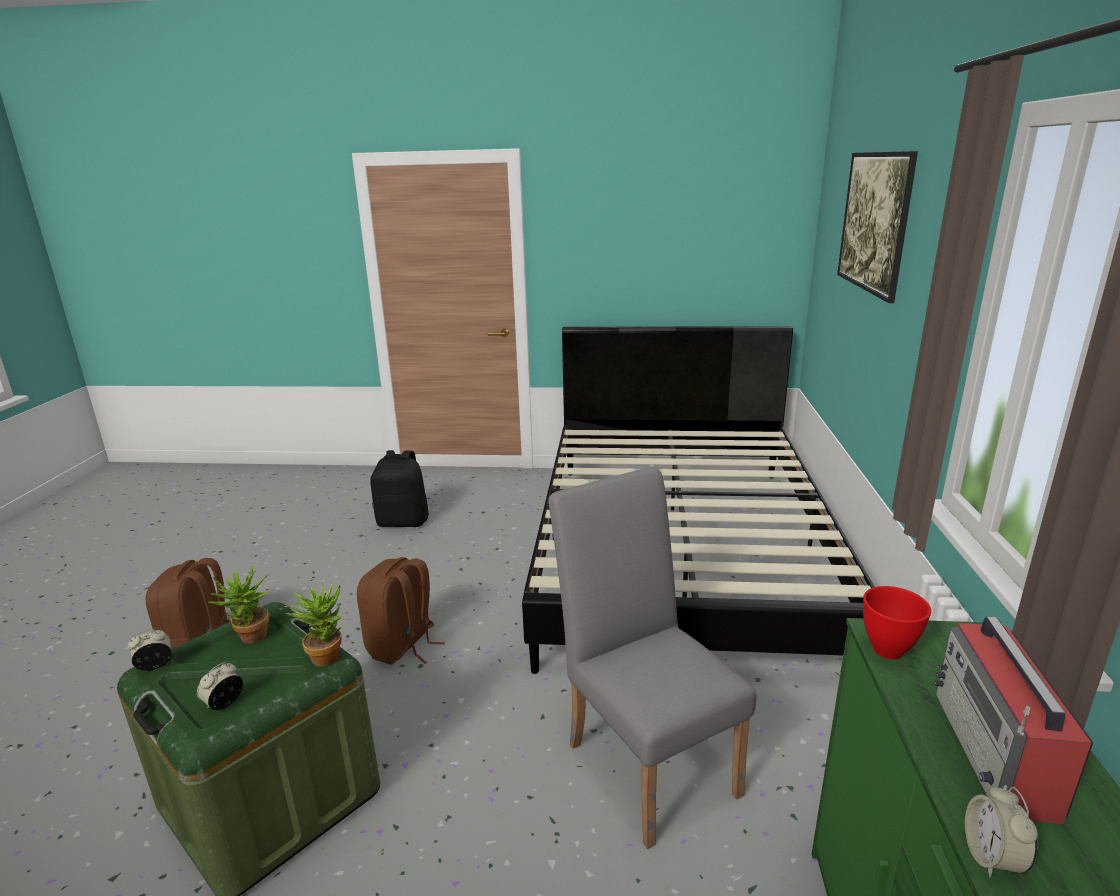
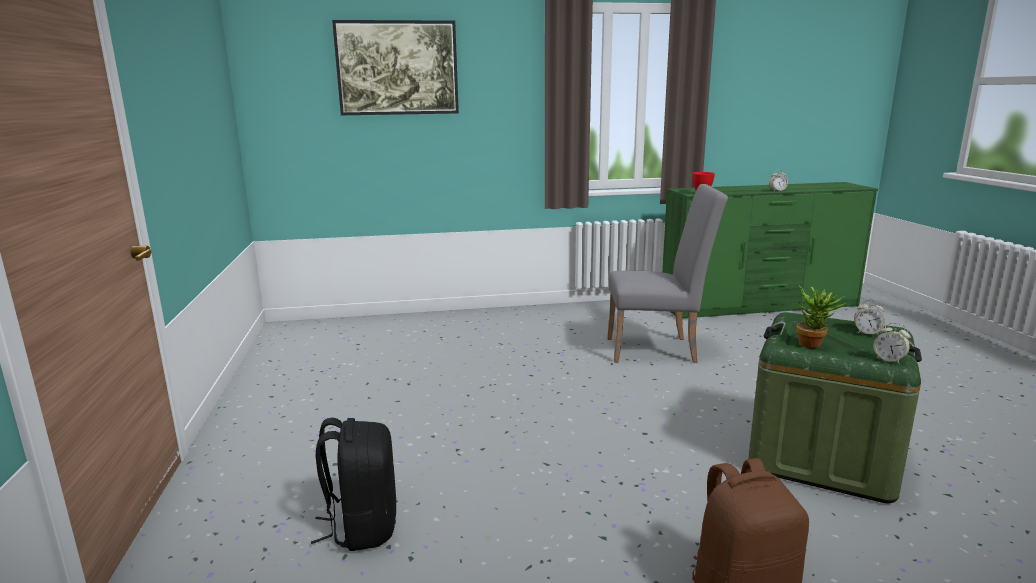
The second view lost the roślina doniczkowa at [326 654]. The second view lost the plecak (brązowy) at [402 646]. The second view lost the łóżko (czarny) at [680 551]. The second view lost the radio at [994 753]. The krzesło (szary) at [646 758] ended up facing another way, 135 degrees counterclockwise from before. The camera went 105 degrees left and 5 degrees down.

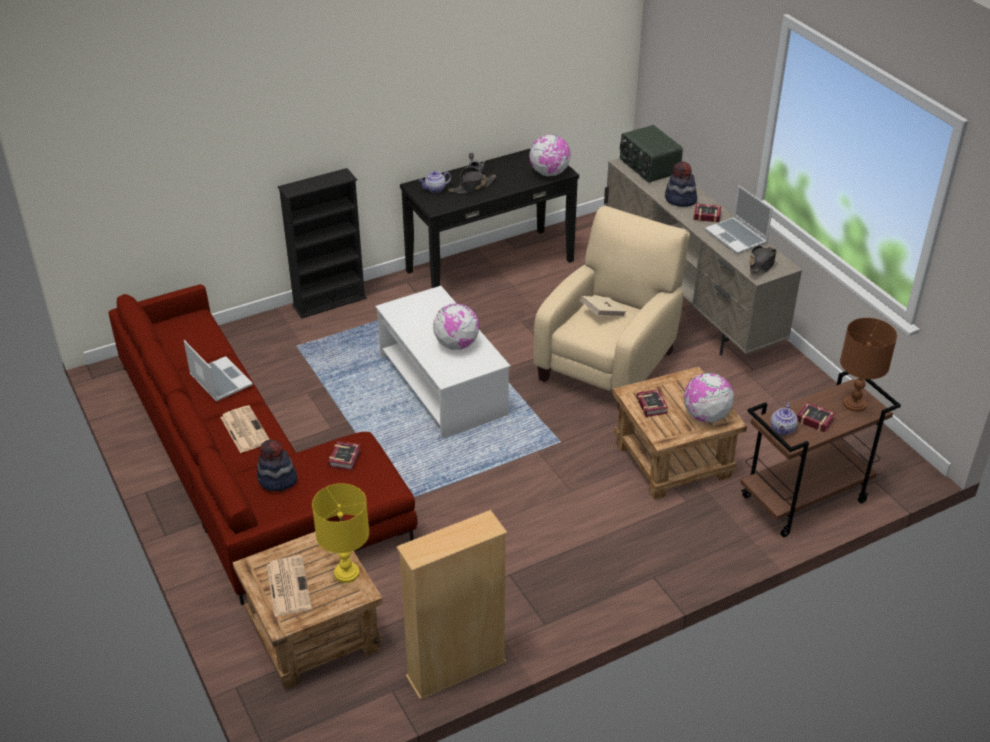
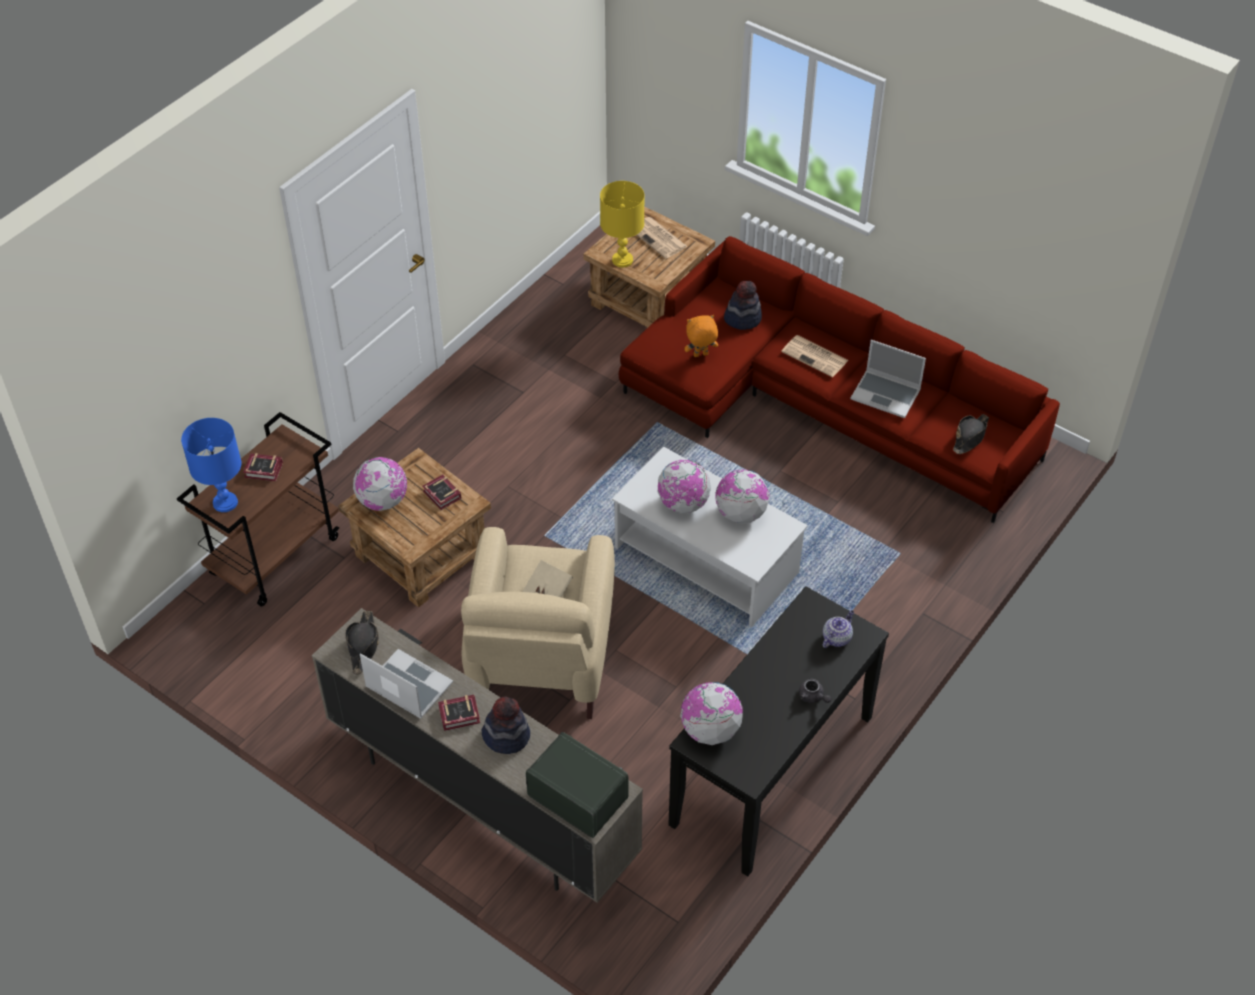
The second view lost the regał (czarny) at [329 302]. The second view lost the regał (beżowy) at [456 669]. The second view lost the imbryk at [782 429]. The second view gained the globus at [740 513]. The kapelusz (czarny) ended up elsewhere, having gone from [472 187] to [970 437]. Where the książka stood at [346 457], the pluszak (pomarańczowy) came to stand at [700 355]. What was the lampa stołowa (brązowy) at [855 404] turned into the lampa stołowa (niebieski) at [224 502]. The camera went 155 degrees right and 10 degrees up.

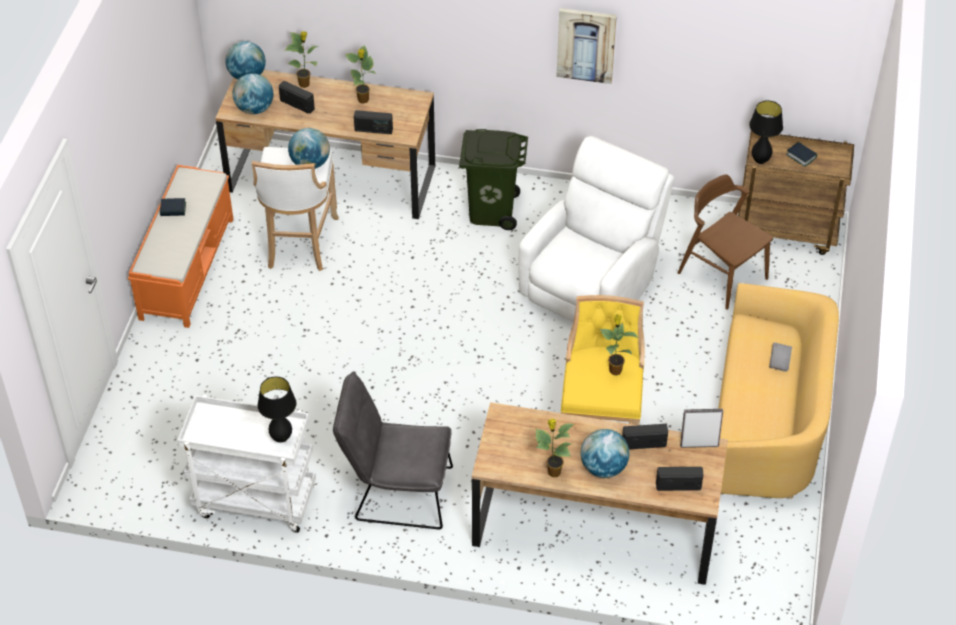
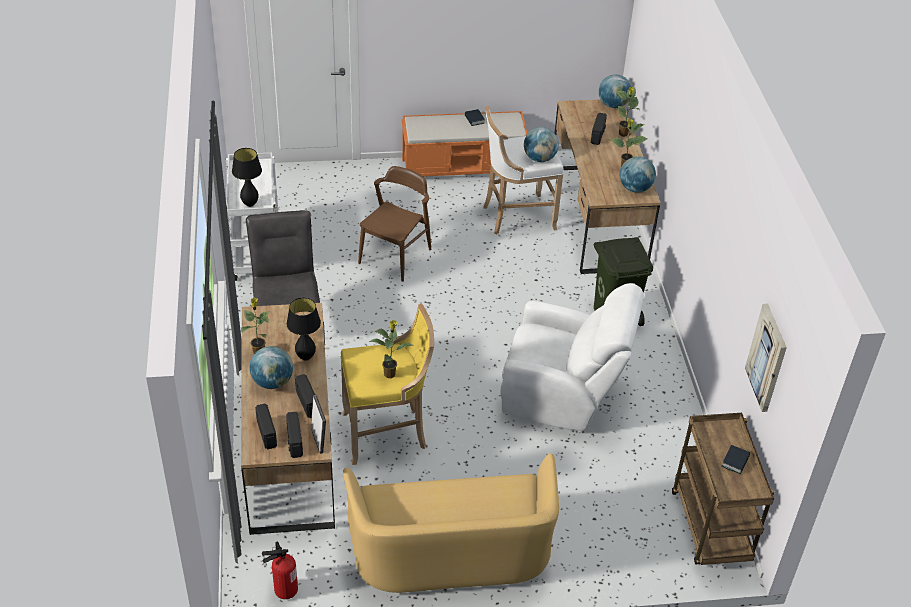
The second view lost the książka (szary) at [779 362]. The second view gained the gaśnica at [283 589]. The globus ended up elsewhere, having gone from [254 109] to [635 188]. The radio ended up elsewhere, having gone from [373 130] to [294 442]. The obraz ended up elsewhere, having gone from [586 45] to [767 358]. The krzesło (brązowy) ended up elsewhere, having gone from [722 275] to [395 256]. The lampa stołowa (czarny) ended up elsewhere, having gone from [760 160] to [306 357]. The camera went 70 degrees right and 5 degrees down.

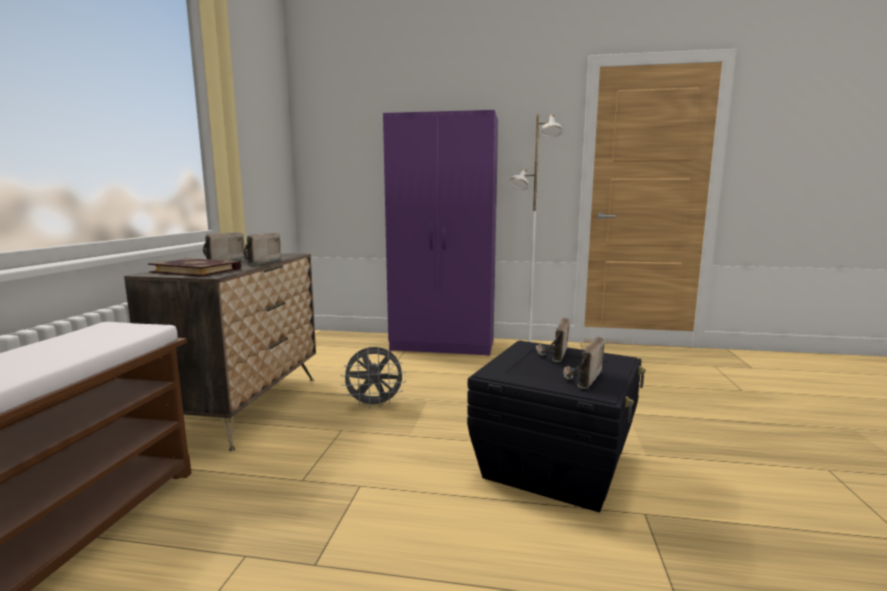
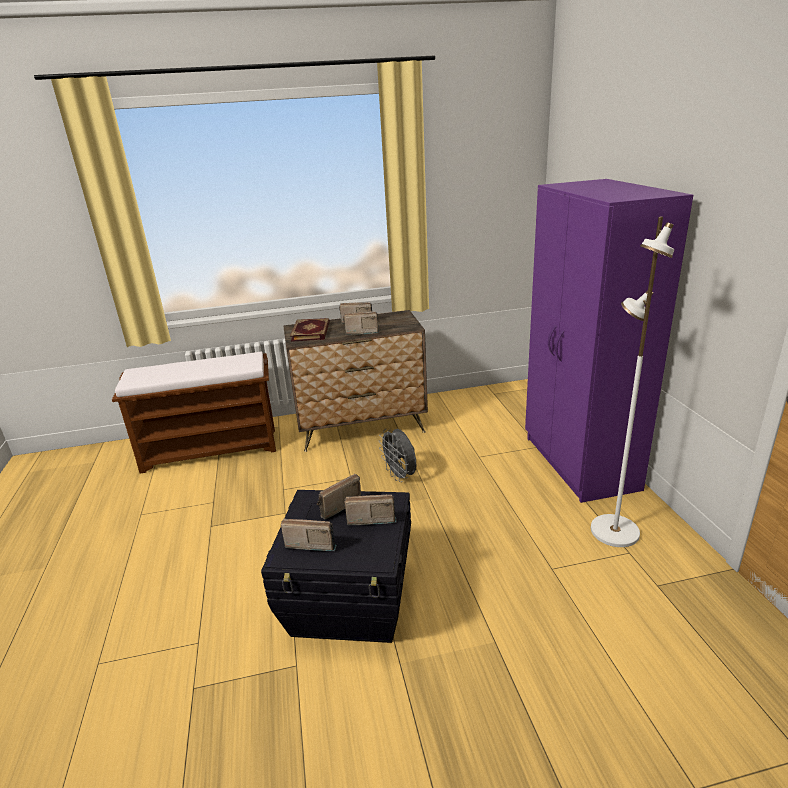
The second view gained the radio at [336 506]. The camera went 70 degrees right and 15 degrees up.

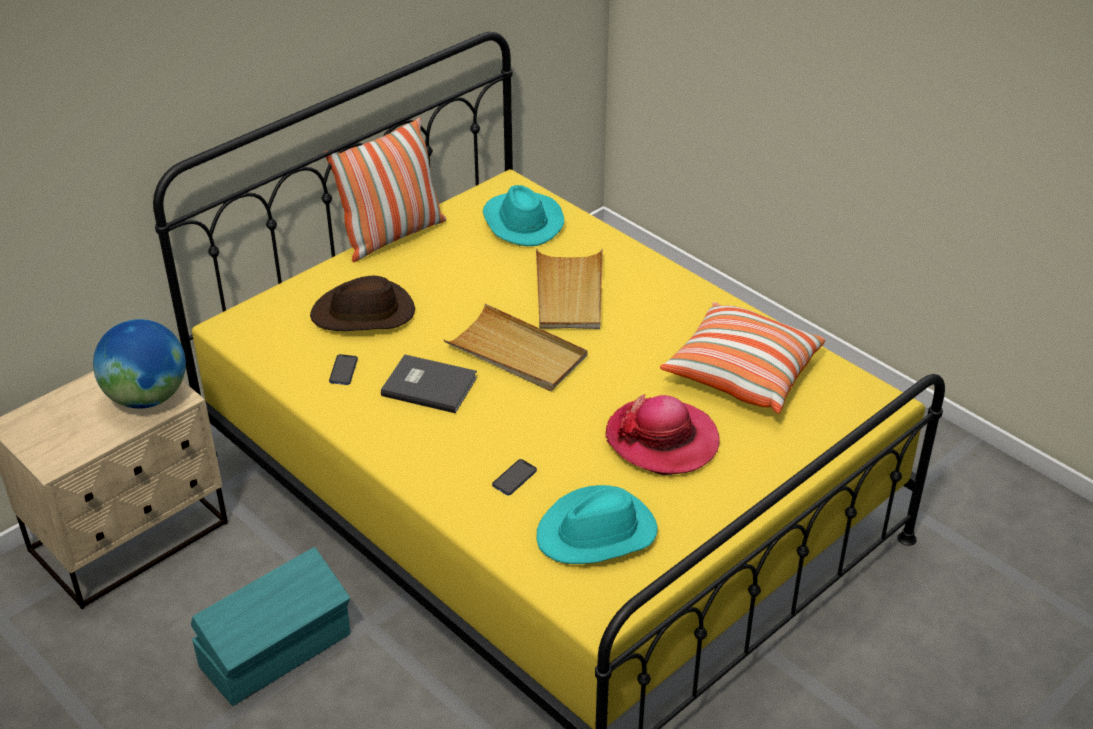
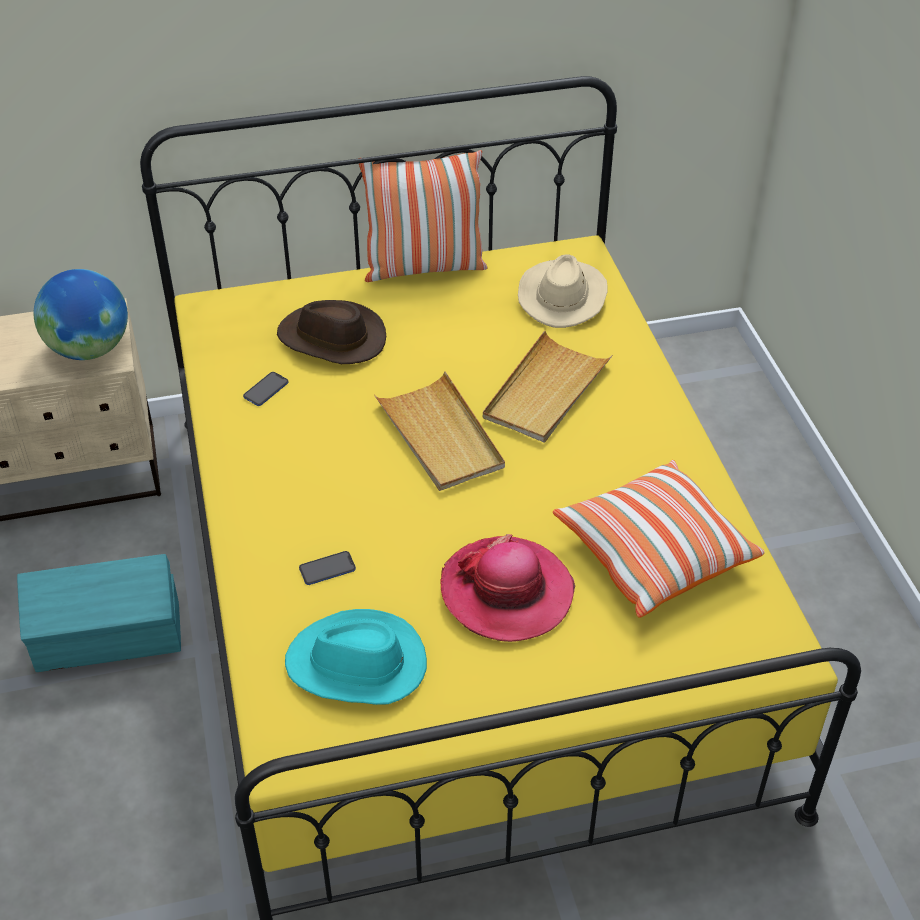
The second view lost the książka (szary) at [429 385]. What was the kapelusz (turkusowy) at [521 221] turned into the kapelusz (beżowy) at [562 296]. The camera went 30 degrees right and 5 degrees up.

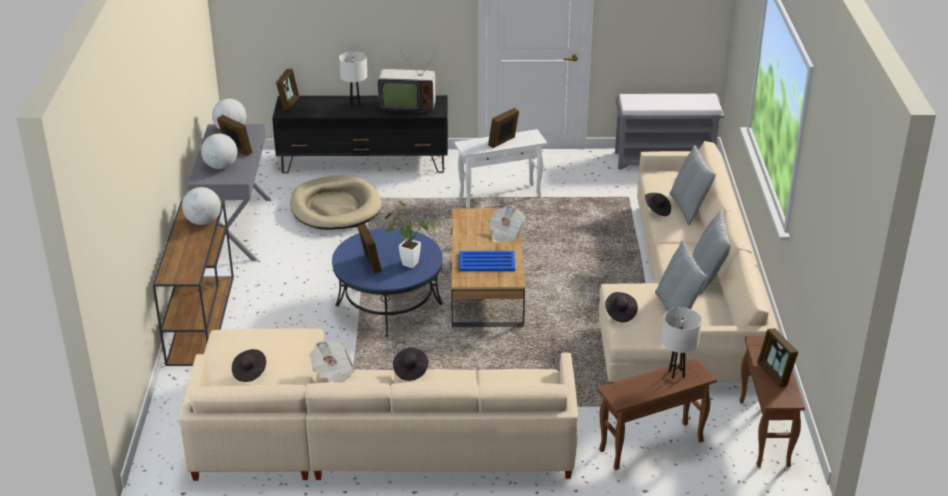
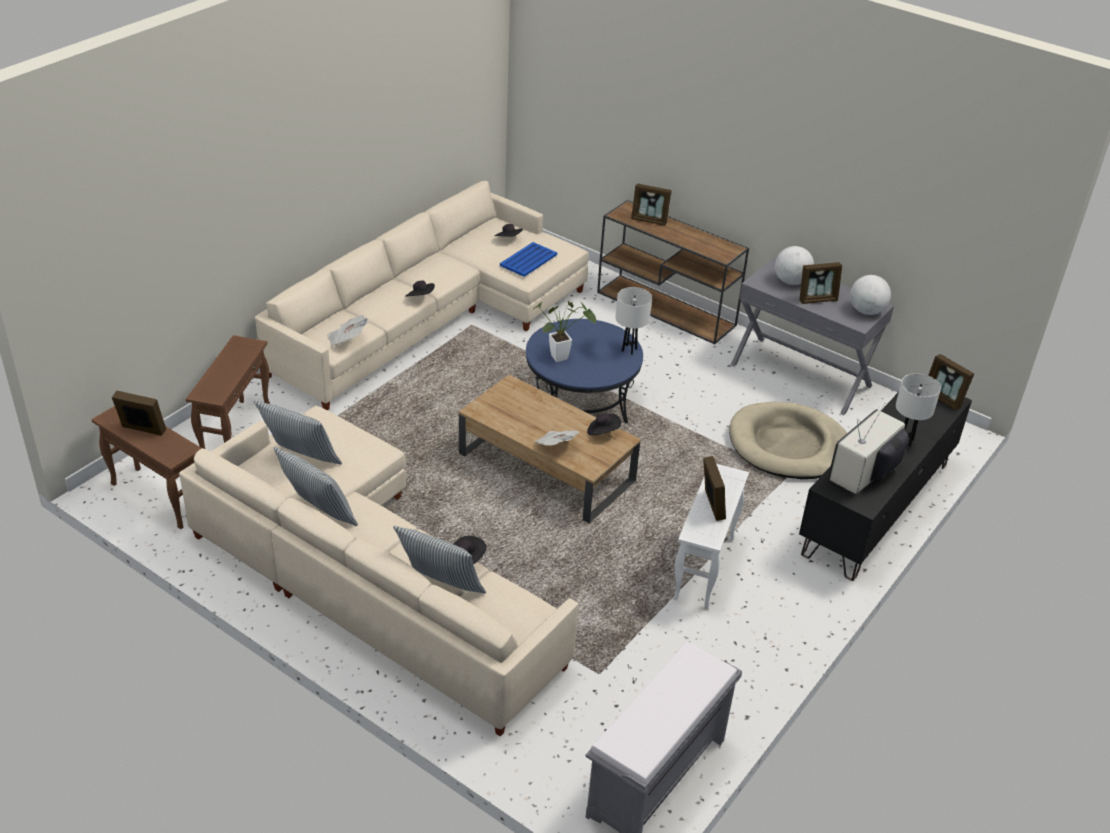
The second view lost the globus at [203 222]. The gazeta ended up elsewhere, having gone from [332 372] to [347 339]. The ramka na zdjęcie ended up elsewhere, having gone from [370 264] to [649 220]. The taca (niebieski) ended up elsewhere, having gone from [487 262] to [528 260]. The kapelusz (czarny) ended up elsewhere, having gone from [620 313] to [603 432]. The lampa stołowa (biały) ended up elsewhere, having gone from [676 374] to [629 350]. The camera went 125 degrees right and 5 degrees up.

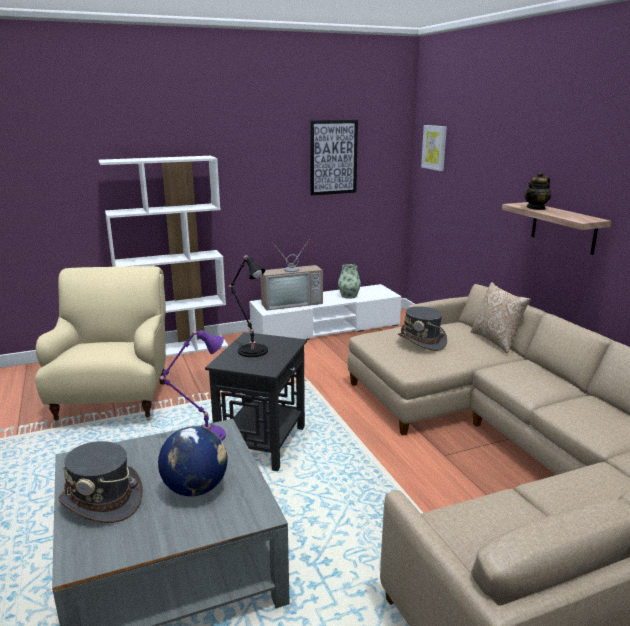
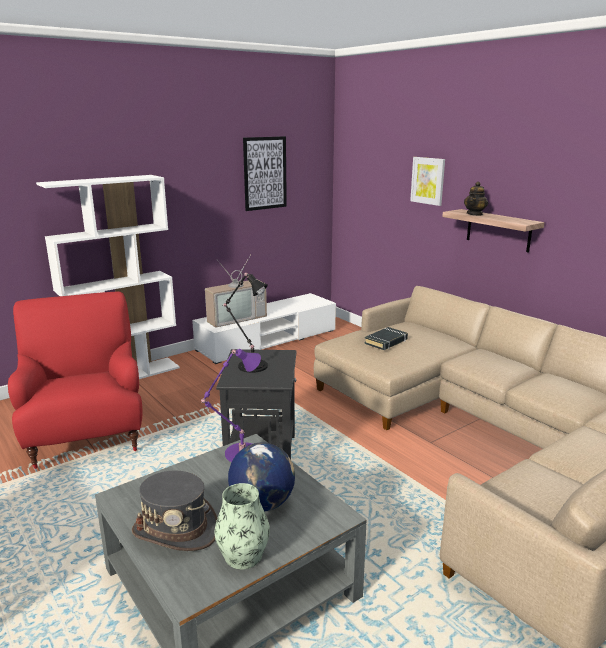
The second view lost the poduszka at [496 341]. The wazon ended up elsewhere, having gone from [349 296] to [243 555]. The obraz ended up elsewhere, having gone from [434 147] to [428 180]. Where the kapelusz (szary) stood at [422 341], the książka (czarny) came to stand at [386 342]. What was the fotel (beżowy) at [115 401] turned into the fotel (czerwony) at [87 436]. The camera went 15 degrees left and 0 degrees up.

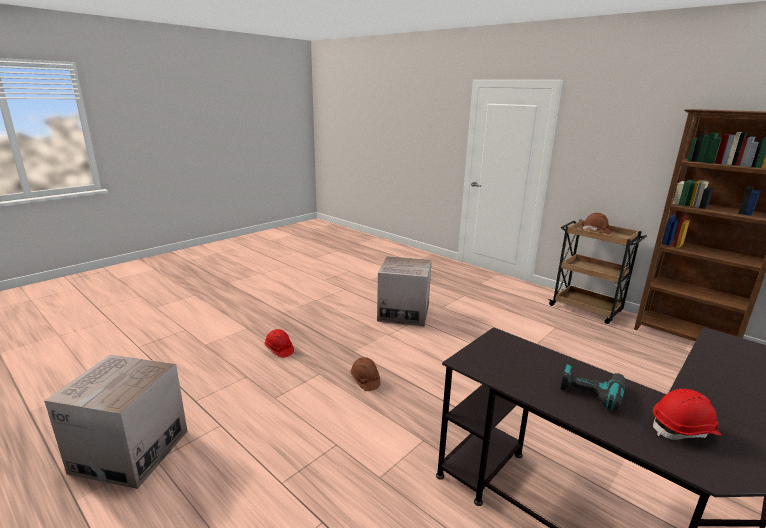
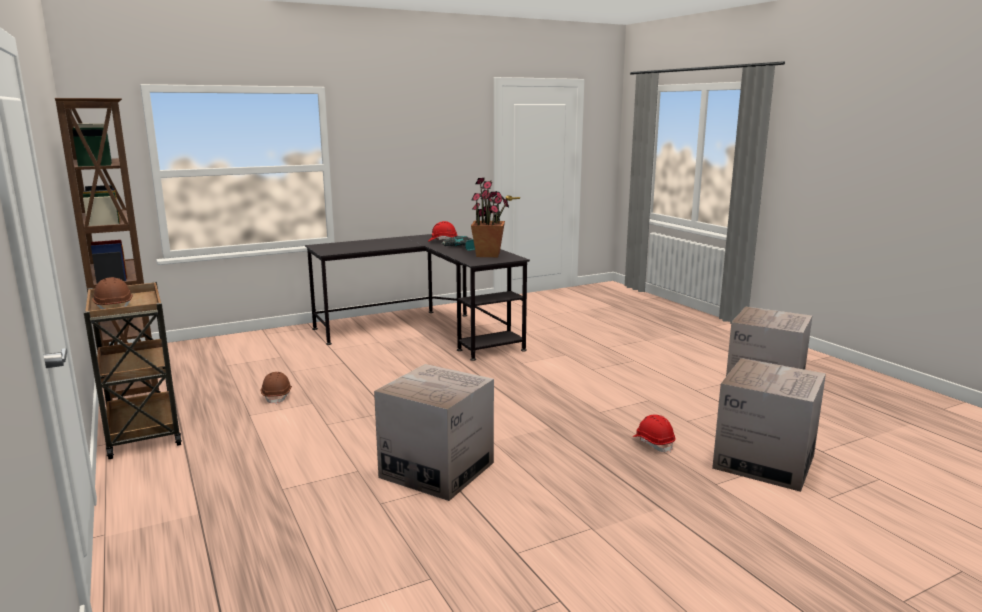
The second view gained the roślina doniczkowa at [488 255]. The second view gained the karton at [764 462]. The kask (brązowy) ended up elsewhere, having gone from [365 380] to [277 396]. The camera went 160 degrees left and 5 degrees down.

